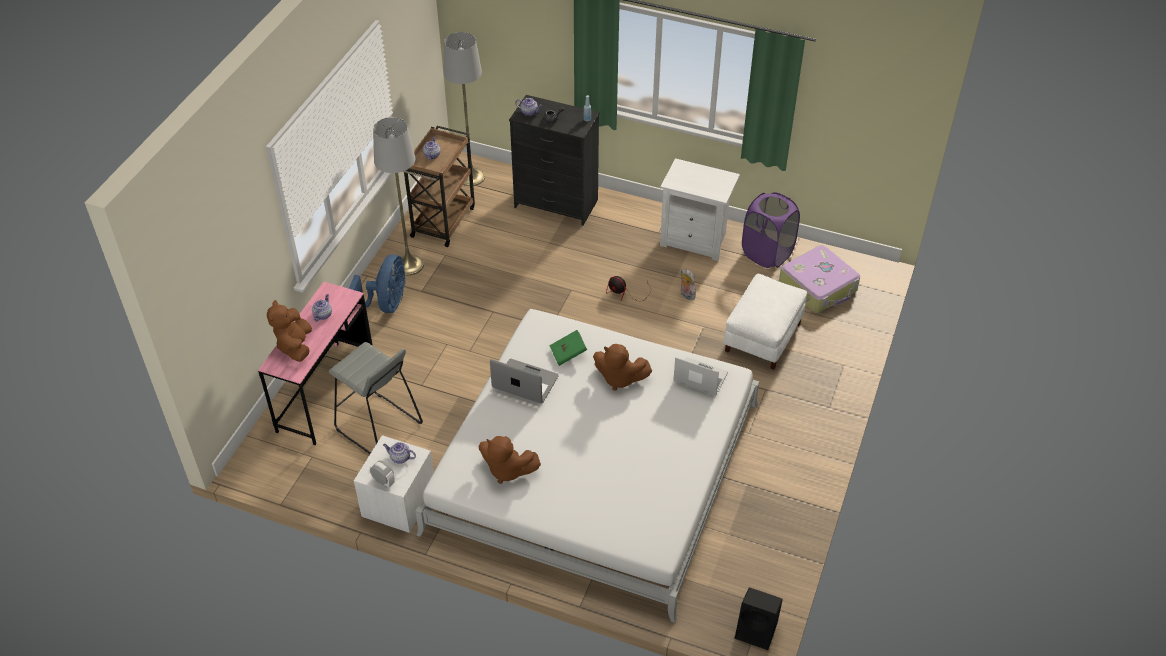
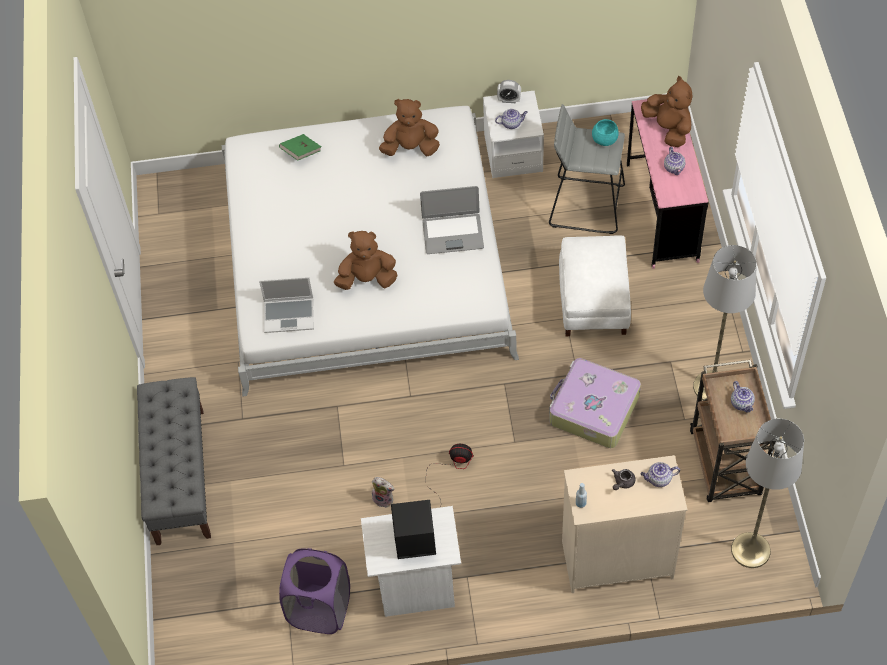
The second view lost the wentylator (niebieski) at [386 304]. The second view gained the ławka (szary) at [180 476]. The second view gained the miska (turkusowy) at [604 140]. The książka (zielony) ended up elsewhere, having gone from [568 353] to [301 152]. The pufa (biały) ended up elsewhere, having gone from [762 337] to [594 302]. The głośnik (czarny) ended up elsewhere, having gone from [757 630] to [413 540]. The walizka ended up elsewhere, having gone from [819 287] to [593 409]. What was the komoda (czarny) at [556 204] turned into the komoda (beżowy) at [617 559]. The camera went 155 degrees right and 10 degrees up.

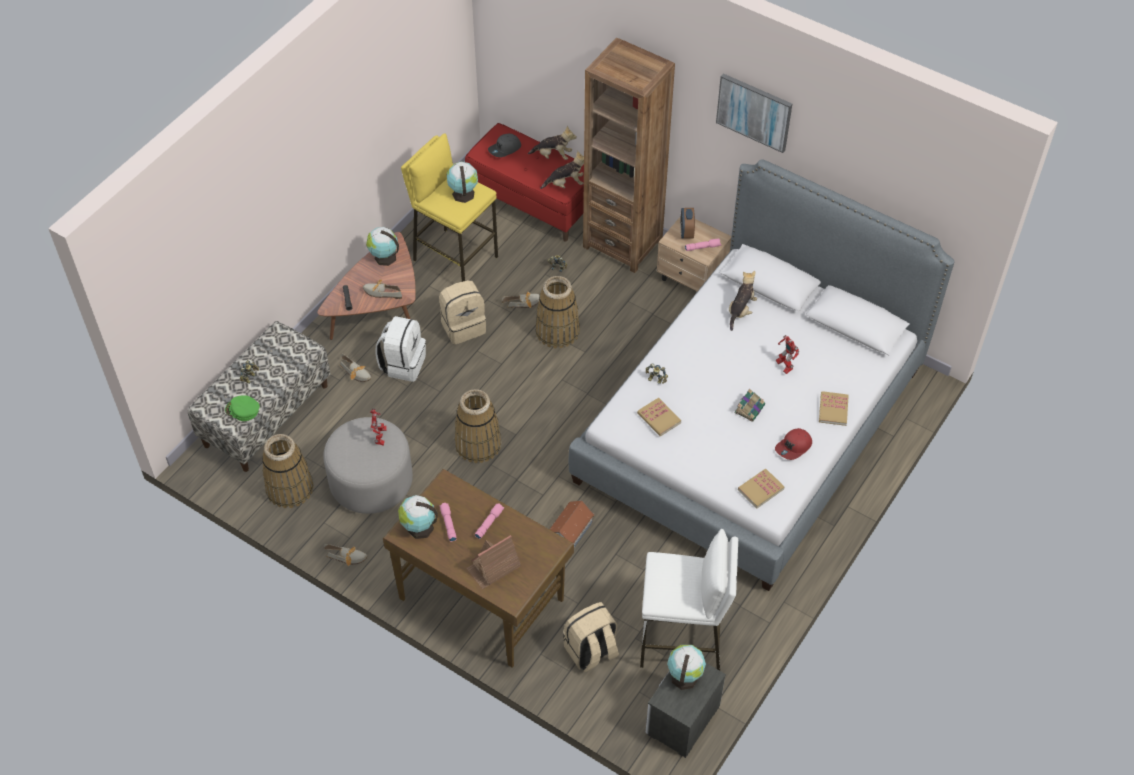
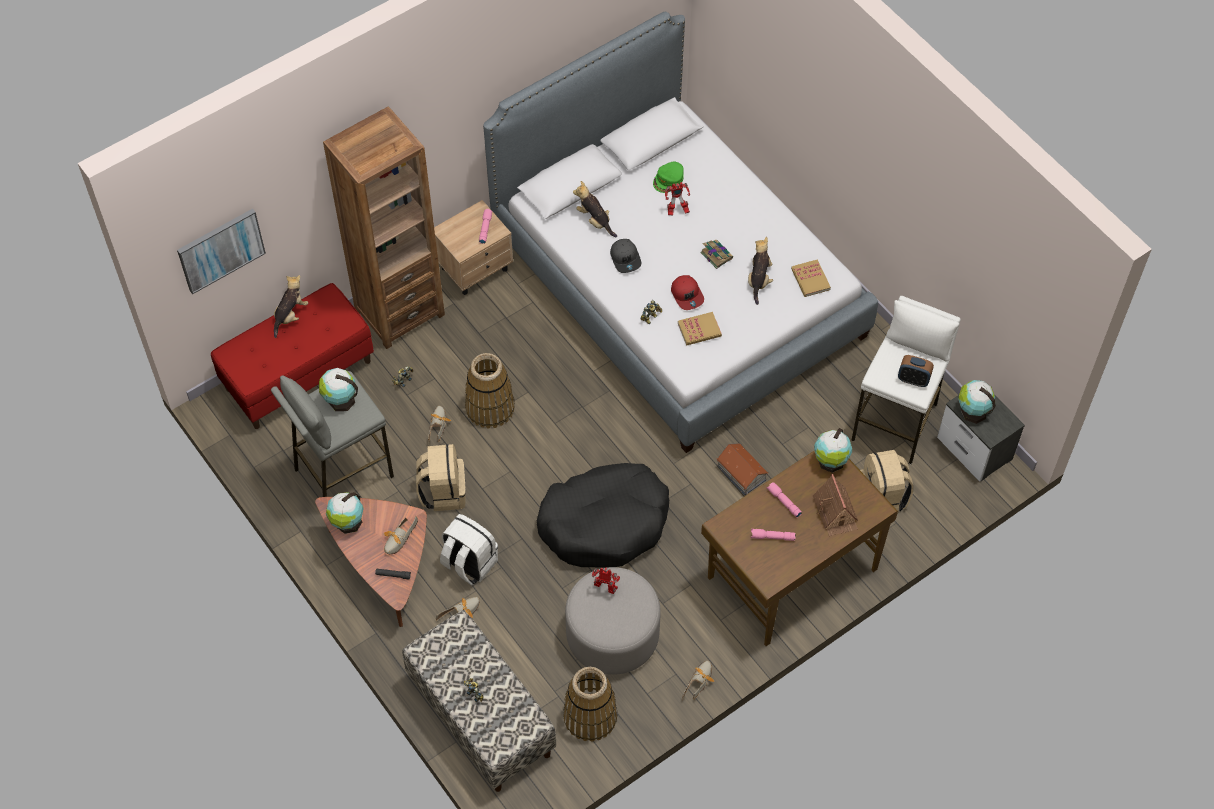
The second view lost the książka at [833 409]. The czapka z daszkiem (zielony) ended up elsewhere, having gone from [242 410] to [668 179]. The globus ended up elsewhere, having gone from [418 527] to [830 462]. The czapka z daszkiem (szary) ended up elsewhere, having gone from [505 149] to [626 258]. The pluszak ended up elsewhere, having gone from [565 184] to [759 280]. The budzik ended up elsewhere, having gone from [686 232] to [913 379]. The obraz ended up elsewhere, having gone from [754 112] to [220 249]. The czapka z daszkiem (czerwony) ended up elsewhere, having gone from [794 447] to [687 295]. Where the koszyk stood at [478 444], the legowisko (czarny) came to stand at [605 523]. What was the stołek (żółty) at [455 258] turned into the stołek (szary) at [343 472]. The camera went 70 degrees left and 5 degrees up.

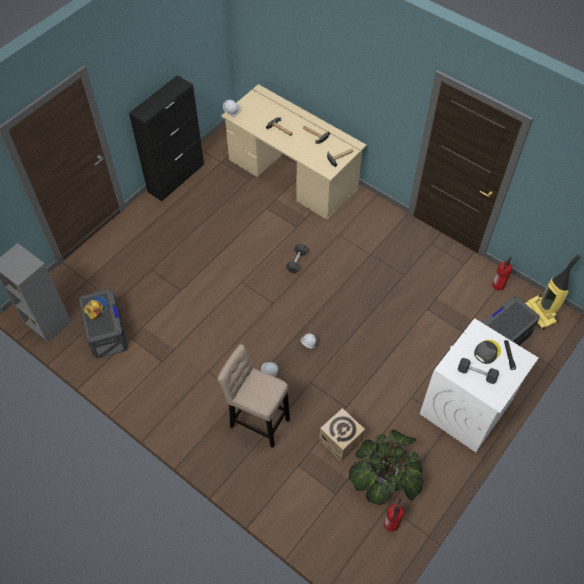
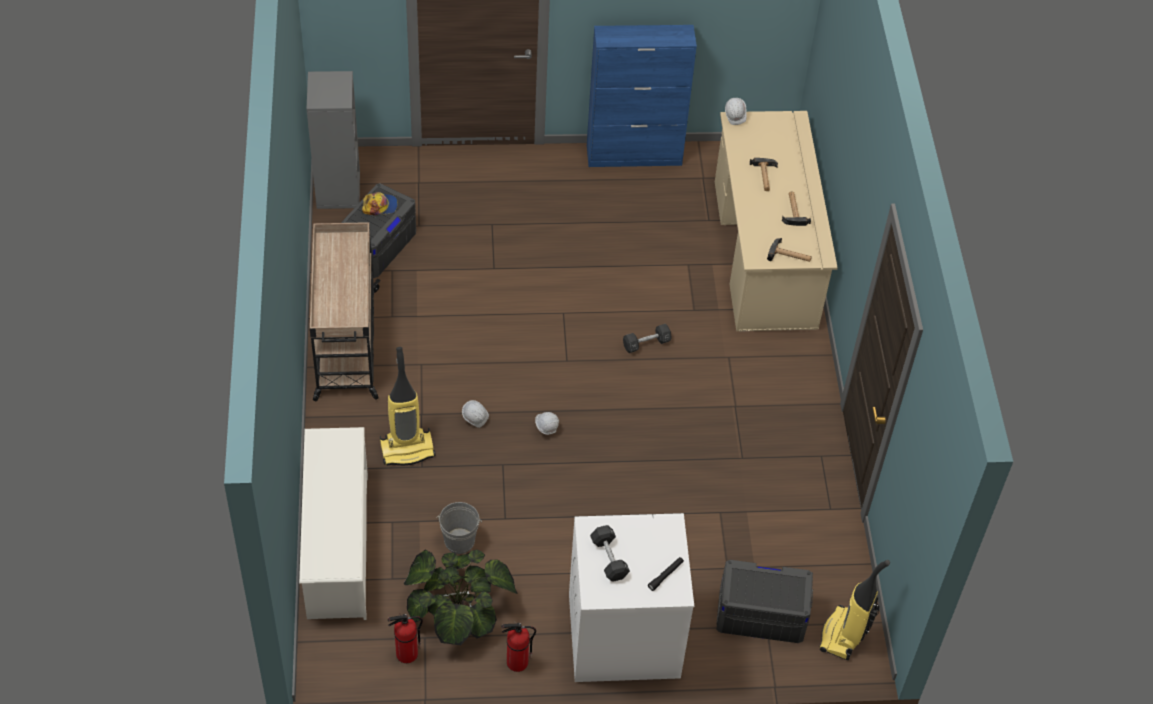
The second view lost the czapka z daszkiem (szary) at [487 352]. The second view gained the regał na buty (biały) at [337 546]. The second view gained the wózek (beżowy) at [346 345]. The gaśnica ended up elsewhere, having gone from [498 285] to [516 662]. Where the stołek (beżowy) stood at [257 420], the odkurzacz came to stand at [407 449]. Where the karton stood at [340 440], the wiadro (szary) came to stand at [459 541]. What was the szafka (czarny) at [176 177] turned into the szafka (niebieski) at [634 155]. The camera went 45 degrees right and 5 degrees down.

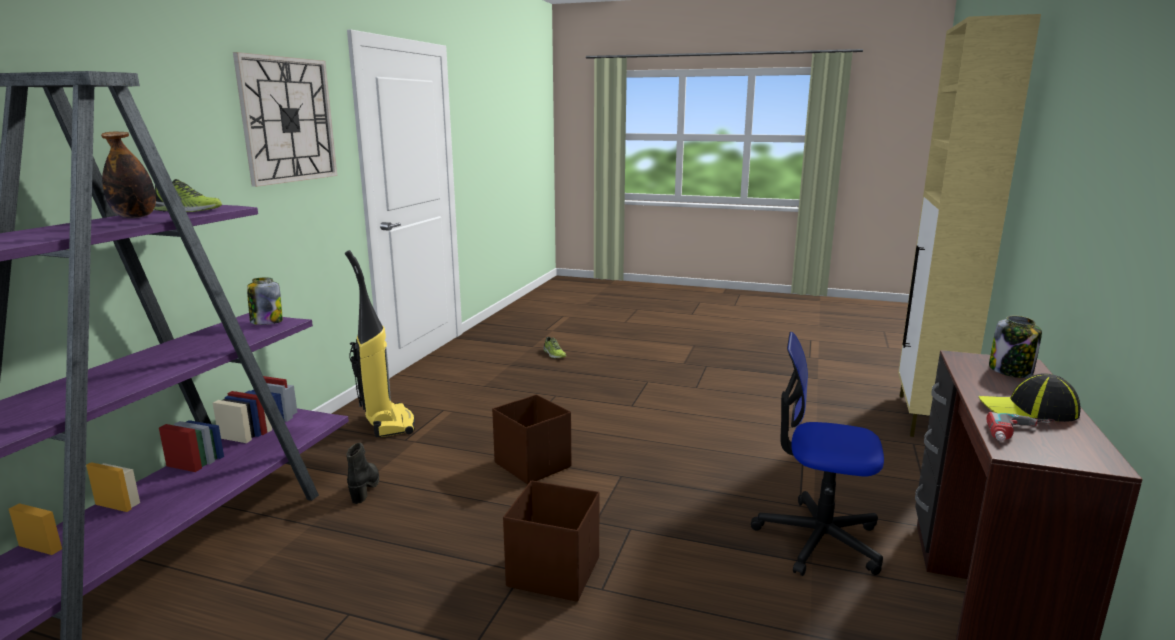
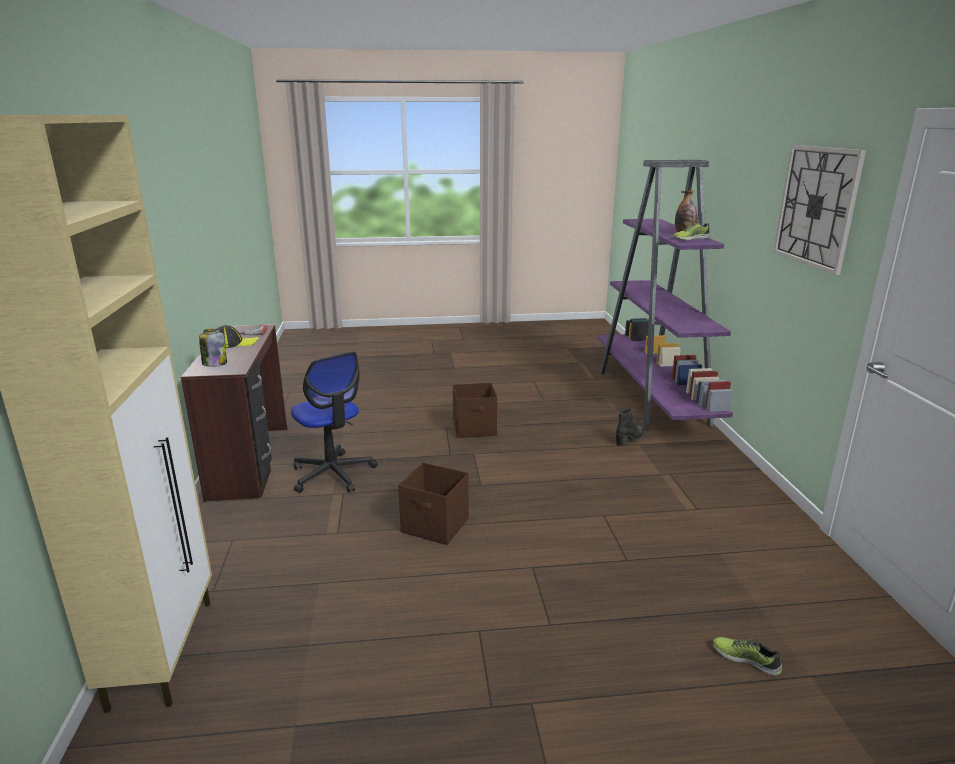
The second view lost the słoik at [266 322]. The second view lost the odkurzacz at [388 423]. The pojemnik do przechowywania (brązowy) ended up elsewhere, having gone from [532 464] to [435 526]. The but z cholewką (czarny) at [365 488] ended up facing another way, 105 degrees counterclockwise from before. The krzesło biurowe at [818 539] ended up facing another way, 60 degrees clockwise from before. The camera went 155 degrees right and 5 degrees up.

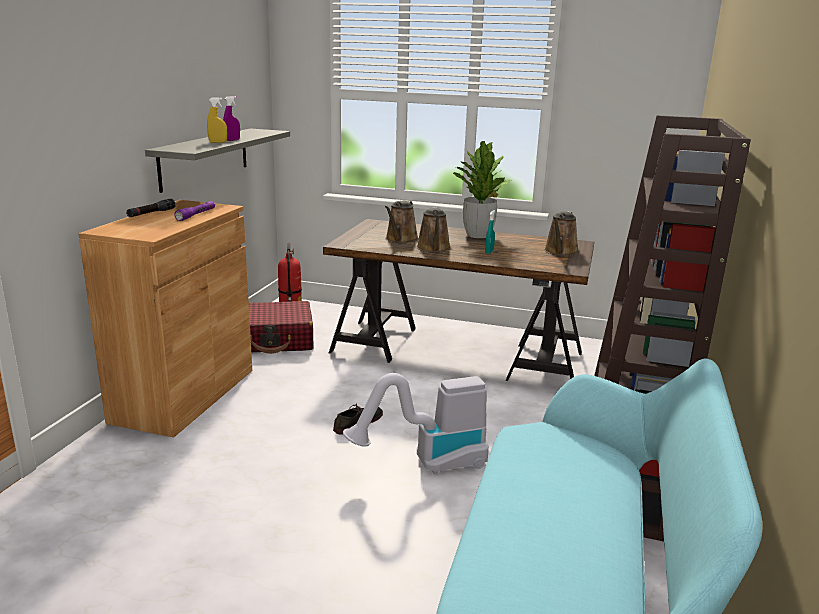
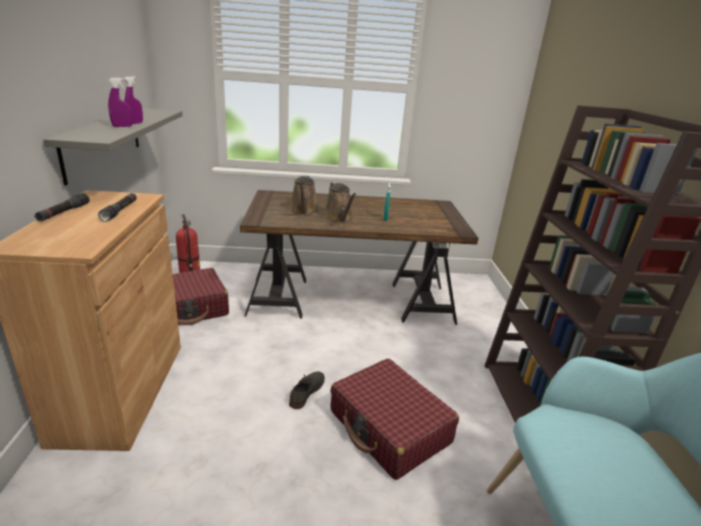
The second view lost the roślina doniczkowa at [478 235]. The second view lost the konewka (brązowy) at [560 252]. Where the odkurzacz stood at [427 464], the walizka (czerwony) came to stand at [389 427]. What was the latarka (fioletowy) at [196 215] turned into the latarka (czarny) at [120 211]. What was the spryskiwacz (żółty) at [218 142] turned into the spryskiwacz (fioletowy) at [122 126]. The camera went 20 degrees left and 5 degrees up.

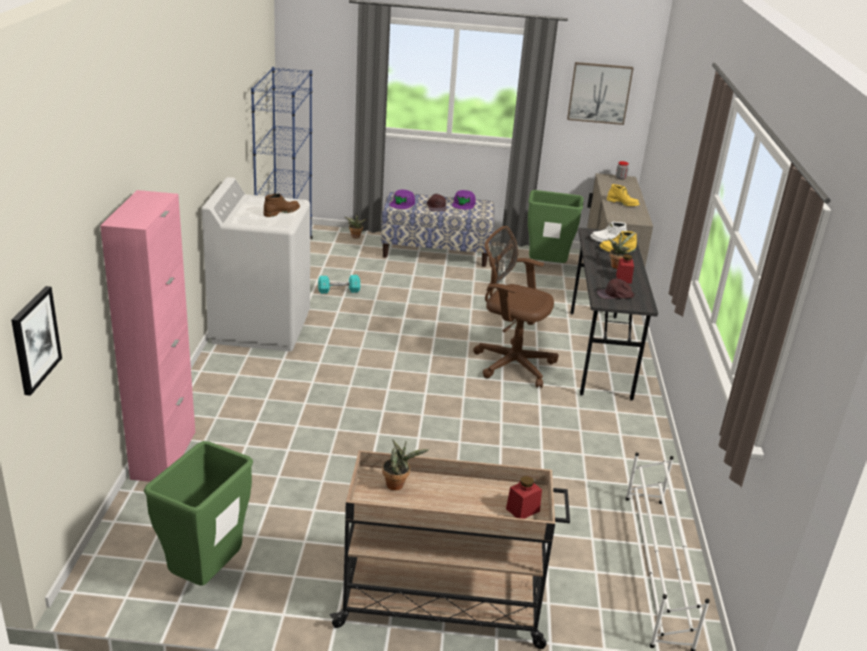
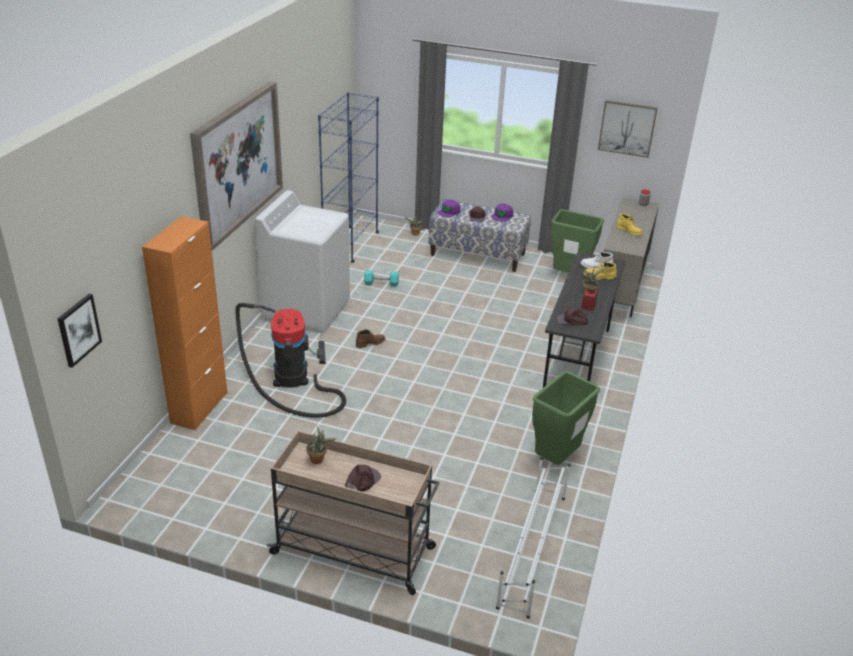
The second view lost the krzesło biurowe (brązowy) at [510 363]. The second view lost the słoik (czerwony) at [522 510]. The second view gained the obraz at [237 162]. The second view gained the odkurzacz at [292 378]. The second view gained the czapka z daszkiem (brązowy) at [362 481]. The kosz na śmieci (zielony) ended up elsewhere, having gone from [206 576] to [556 460]. The but z cholewką (brązowy) ended up elsewhere, having gone from [281 212] to [370 343]. What was the szafka (różowy) at [164 455] turned into the szafka (pomarańczowy) at [199 408]. The camera went 15 degrees right and 5 degrees up.

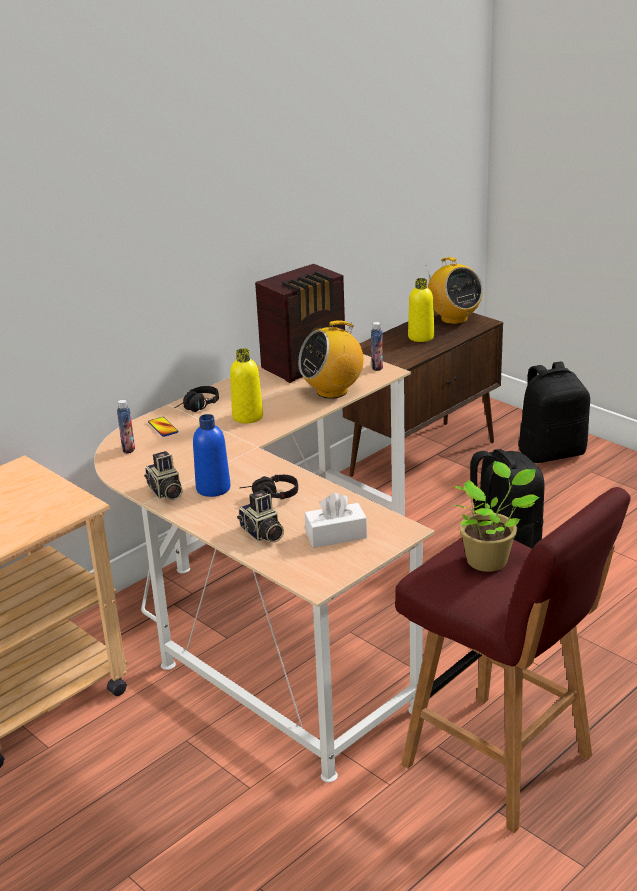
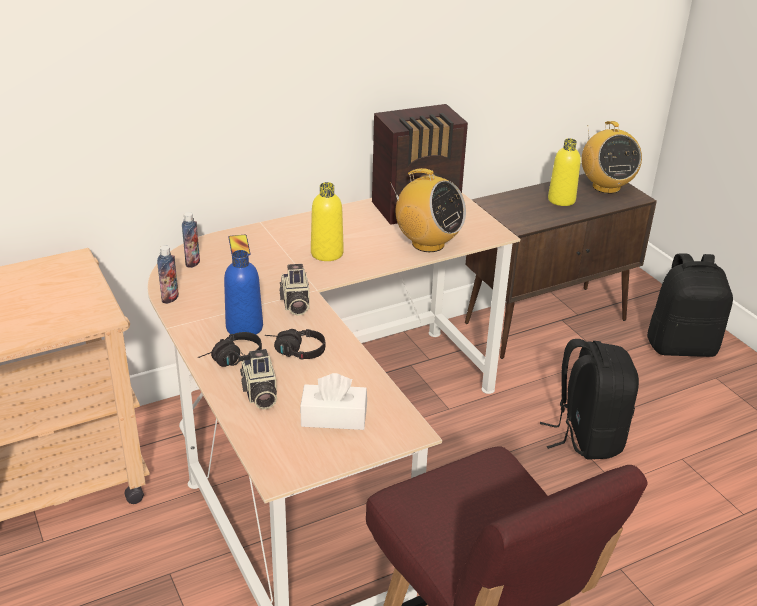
The second view lost the roślina doniczkowa at [490 560]. The aparat fotograficzny ended up elsewhere, having gone from [165 492] to [295 304]. The słuchawki (czarny) ended up elsewhere, having gone from [197 407] to [231 359]. The butelka ended up elsewhere, having gone from [377 367] to [170 298]. The radio at [332 391] ended up facing another way, 135 degrees counterclockwise from before. The camera went 15 degrees right and 5 degrees up.

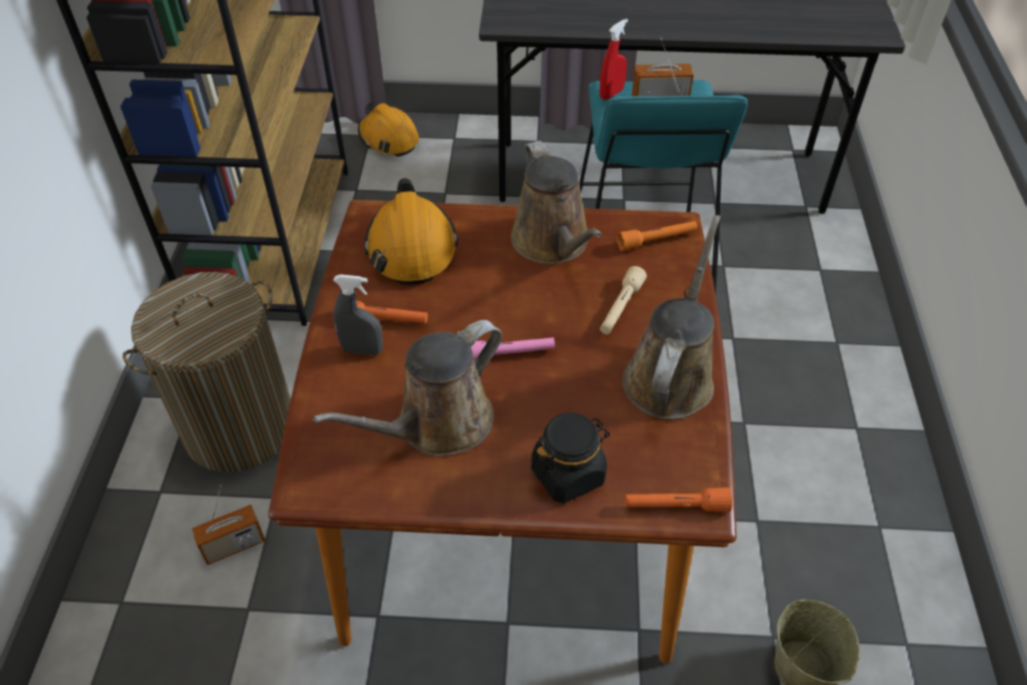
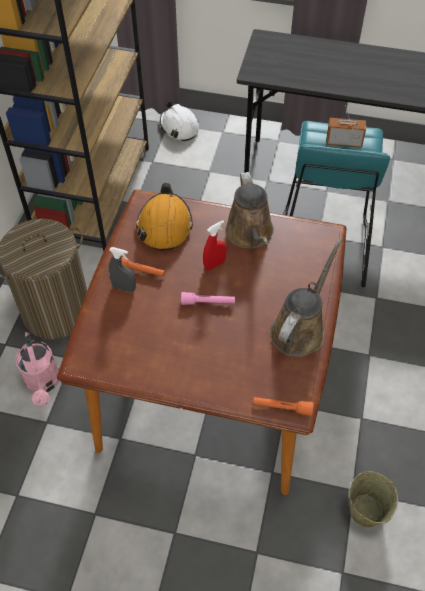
The second view lost the konewka (brązowy) at [437 424]. The second view lost the słoik (czarny) at [568 474]. The second view lost the latarka (beżowy) at [620 308]. The second view lost the latarka (pomarańczowy) at [657 240]. The spryskiwacz (czerwony) ended up elsewhere, having gone from [611 94] to [214 264]. Where the radio stood at [234 545], the konewka (różowy) came to stand at [43 383]. What was the kask (pomarańczowy) at [388 138] turned into the kask (biały) at [179 127]. The camera went 10 degrees right and 5 degrees up.

